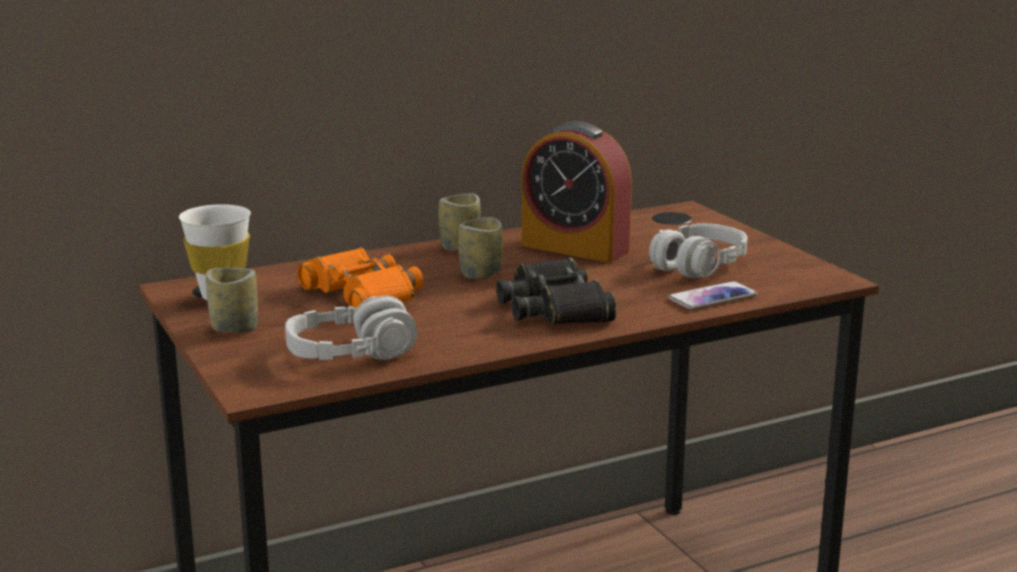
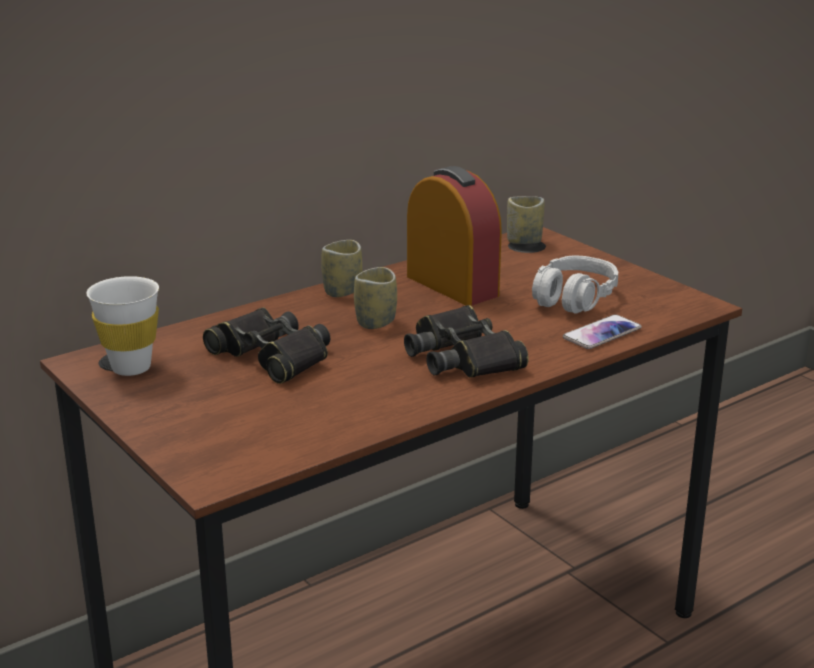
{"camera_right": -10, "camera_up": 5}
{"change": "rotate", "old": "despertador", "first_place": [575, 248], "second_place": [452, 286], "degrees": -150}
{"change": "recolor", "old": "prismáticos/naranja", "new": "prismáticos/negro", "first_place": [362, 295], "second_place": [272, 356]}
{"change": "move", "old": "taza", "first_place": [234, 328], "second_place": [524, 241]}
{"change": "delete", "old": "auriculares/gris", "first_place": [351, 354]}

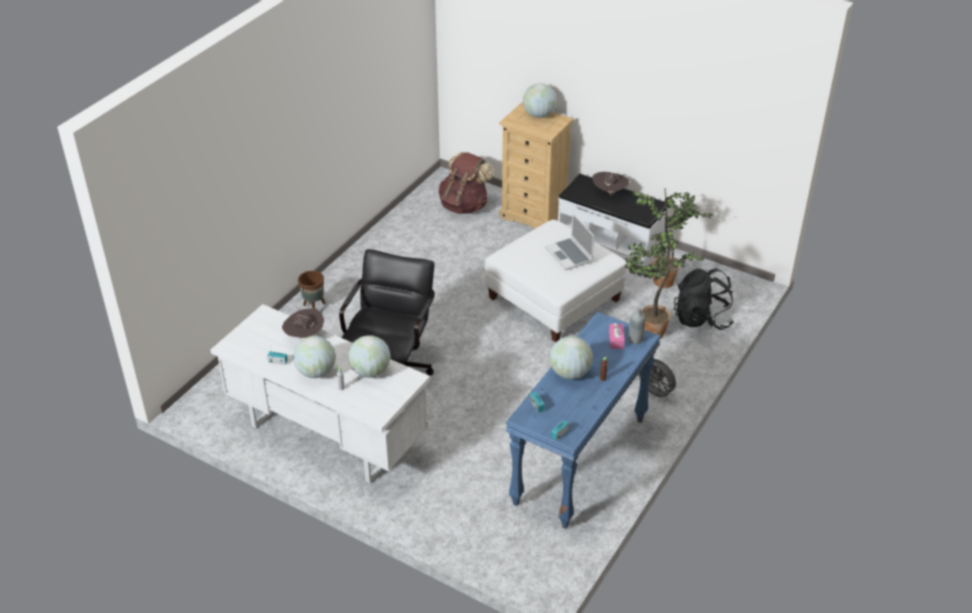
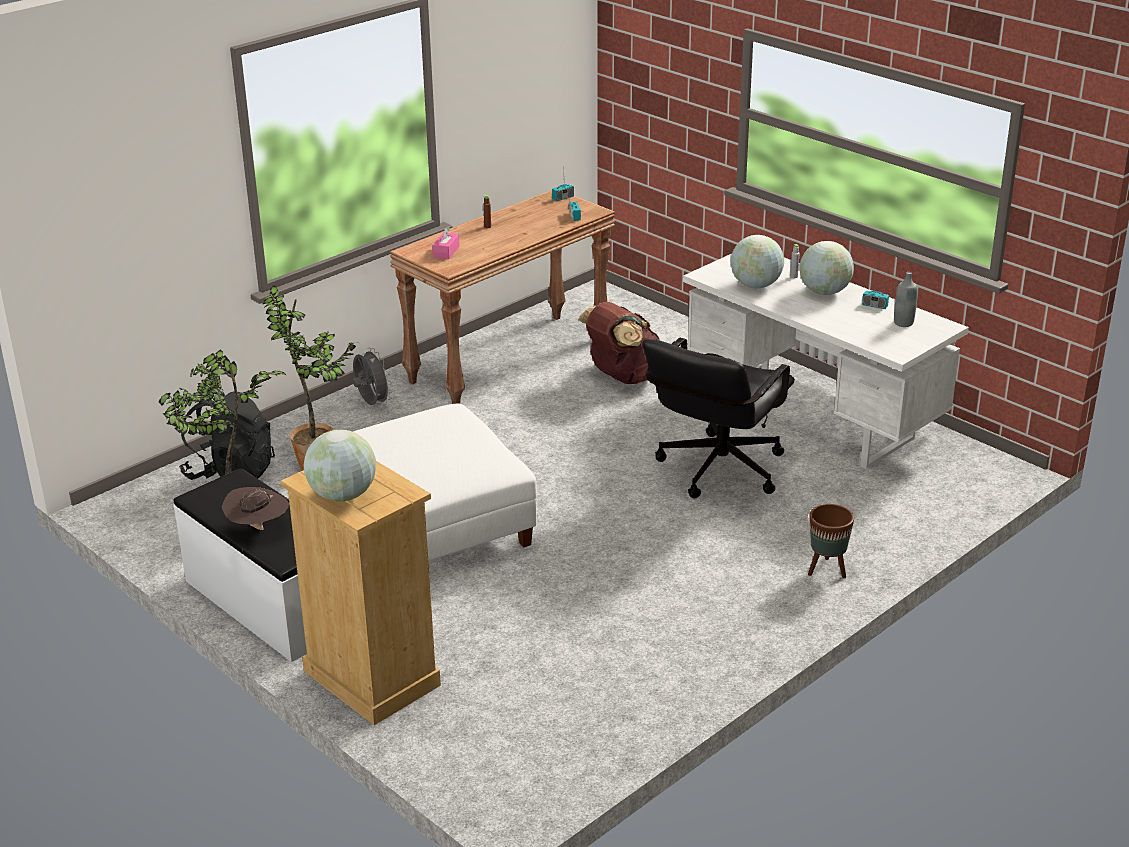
{"camera_right": -165, "camera_up": -10}
{"change": "move", "old": "mochila/marrón", "first_place": [465, 205], "second_place": [622, 377]}
{"change": "delete", "old": "portátil", "first_place": [569, 255]}
{"change": "move", "old": "botella/gris", "first_place": [635, 339], "second_place": [903, 323]}
{"change": "delete", "old": "sombrero/marrón", "first_place": [304, 336]}
{"change": "recolor", "old": "mesa consola/azul", "new": "mesa consola/marrón", "first_place": [580, 462], "second_place": [508, 359]}
{"change": "delete", "old": "globo terráqueo", "first_place": [570, 373]}

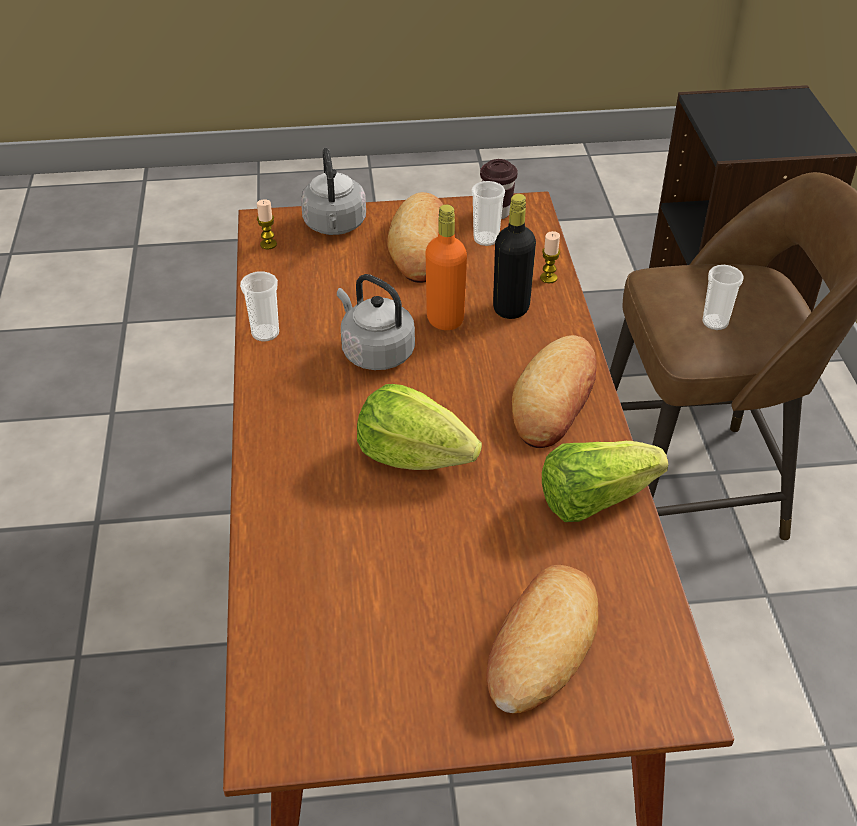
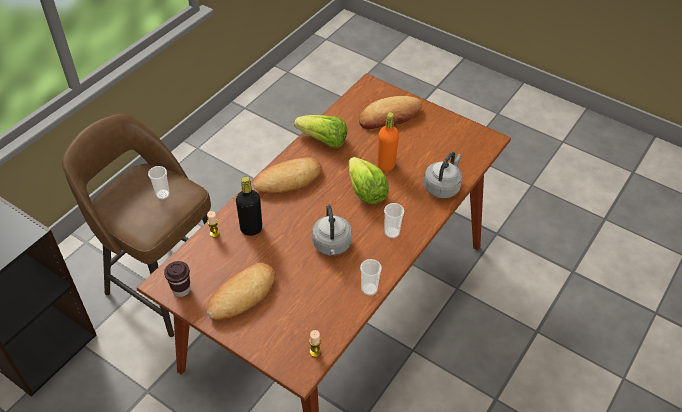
{"camera_right": -140, "camera_up": 5}
{"change": "move", "old": "hervidor/gris", "first_place": [335, 226], "second_place": [442, 187]}
{"change": "move", "old": "taza", "first_place": [486, 239], "second_place": [392, 233]}
{"change": "move", "old": "botella/naranja", "first_place": [445, 319], "second_place": [386, 164]}

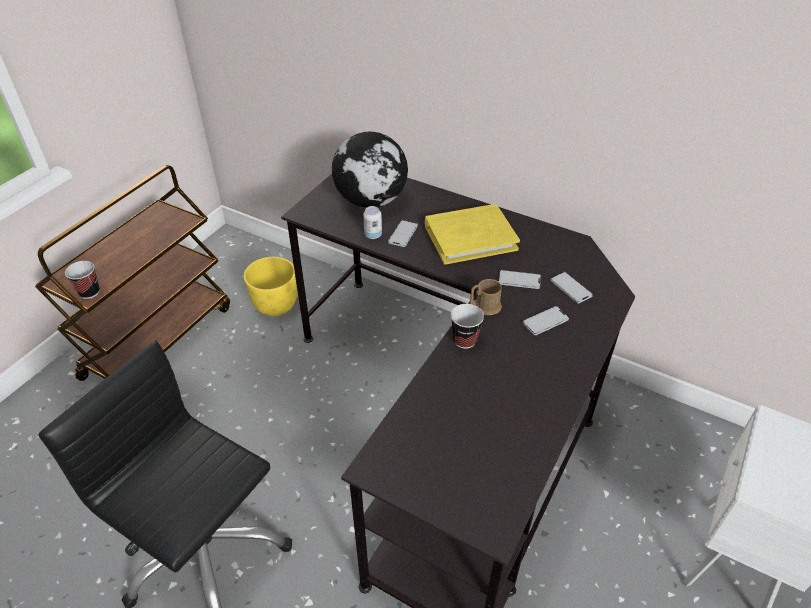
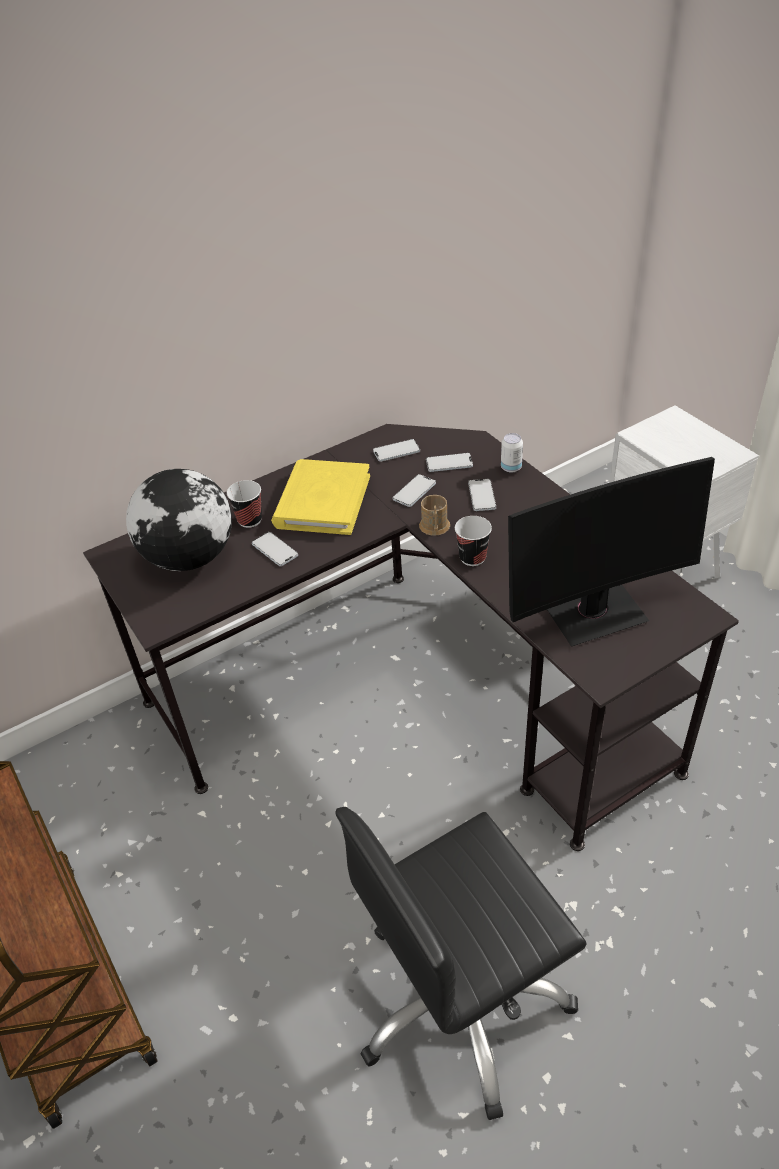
{"camera_right": -60, "camera_up": 0}
{"change": "move", "old": "lata", "first_place": [373, 235], "second_place": [511, 468]}
{"change": "delete", "old": "maceta/amarillo", "first_place": [276, 305]}
{"change": "move", "old": "taza", "first_place": [89, 292], "second_place": [249, 520]}
{"change": "insert", "new": "móvil", "second_place": [396, 451]}
{"change": "insert", "new": "monitor", "second_place": [593, 612]}

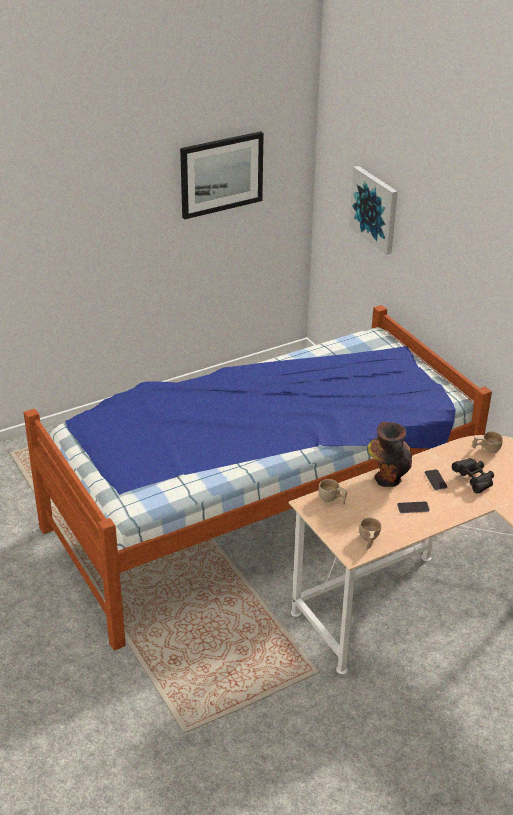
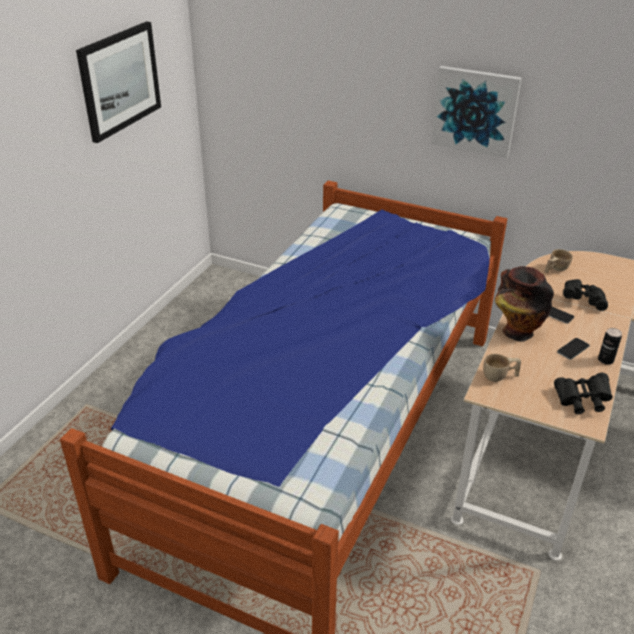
{"camera_right": -35, "camera_up": 0}
{"change": "move", "old": "cuadro", "first_place": [375, 209], "second_place": [475, 111]}
{"change": "replace", "old": "taza/beis", "new": "prismáticos/negro", "first_place": [368, 540], "second_place": [581, 401]}
{"change": "insert", "new": "lata", "second_place": [605, 360]}

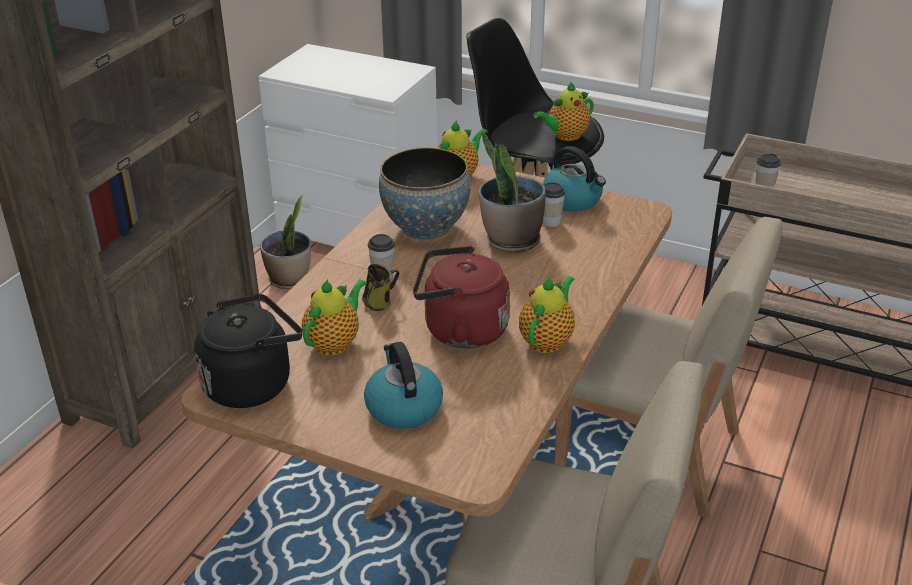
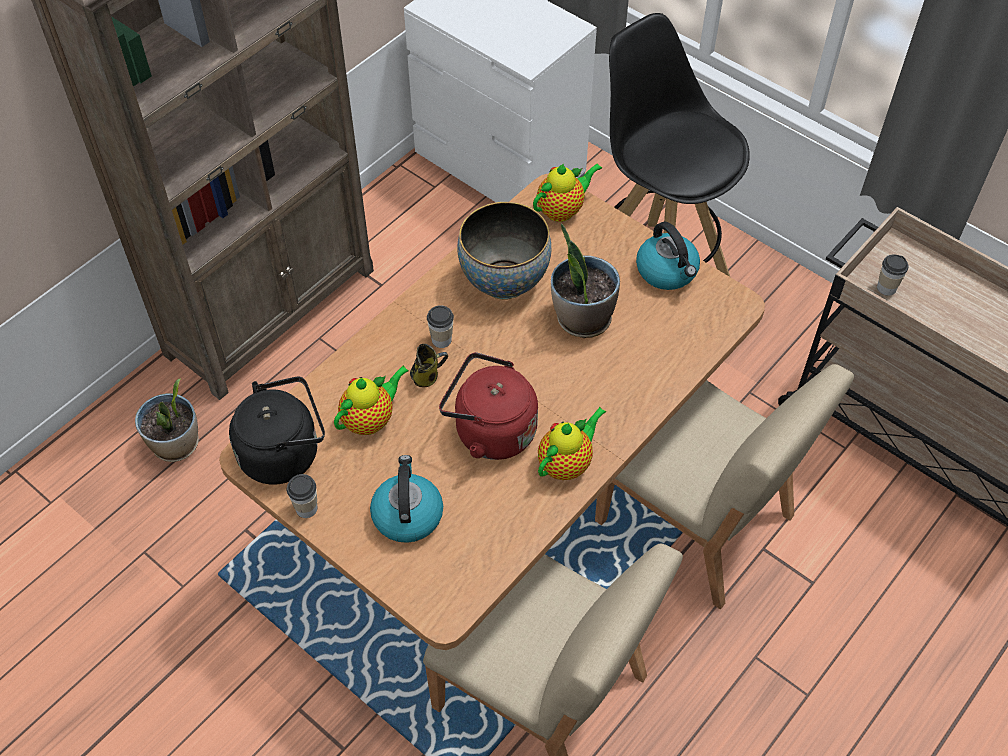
{"camera_right": 15, "camera_up": 20}
{"change": "delete", "old": "tetera", "first_place": [565, 136]}
{"change": "move", "old": "taza", "first_place": [551, 222], "second_place": [306, 508]}
{"change": "move", "old": "planta en maceta", "first_place": [289, 280], "second_place": [176, 445]}

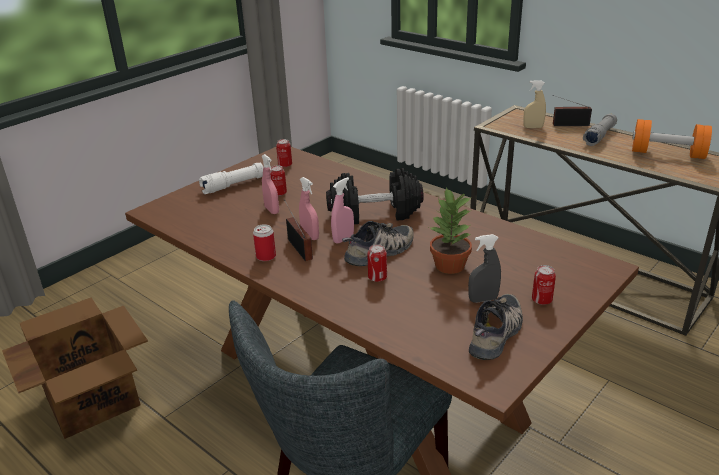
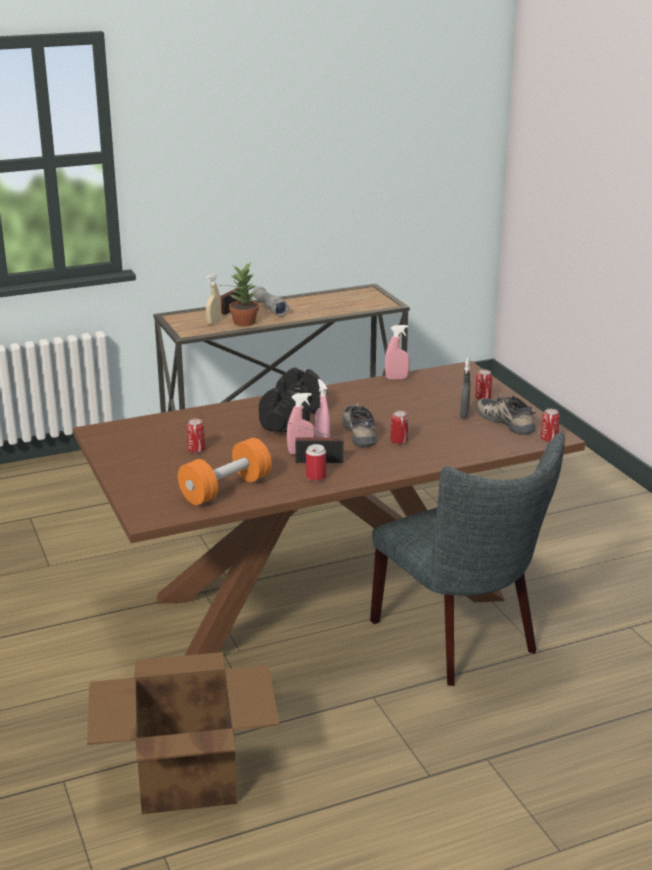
{"camera_right": -65, "camera_up": -5}
{"change": "move", "old": "mancuerna/naranja", "first_place": [667, 154], "second_place": [226, 489]}
{"change": "move", "old": "lata", "first_place": [285, 165], "second_place": [549, 439]}
{"change": "move", "old": "pulverizador/rosa", "first_place": [272, 210], "second_place": [396, 378]}
{"change": "delete", "old": "linterna/blanco", "first_place": [233, 185]}
{"change": "move", "old": "planta en maceta", "first_place": [449, 266], "second_place": [245, 322]}

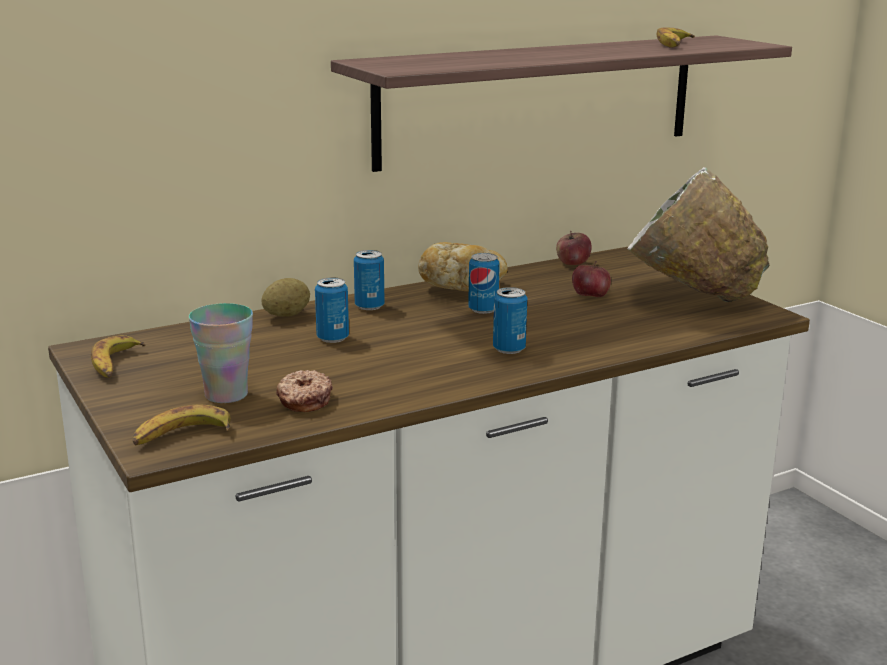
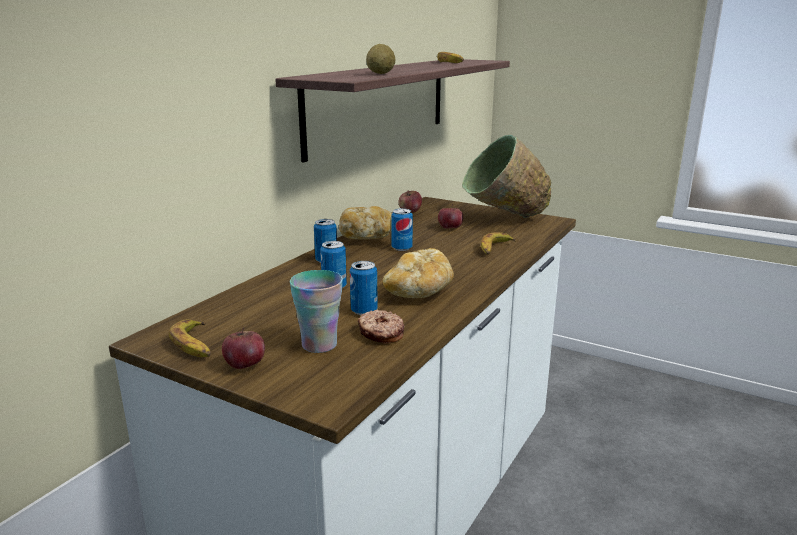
{"camera_right": -30, "camera_up": 0}
{"change": "recolor", "old": "cuenco/blanco", "new": "cuenco/verde", "first_place": [687, 300], "second_place": [503, 220]}
{"change": "move", "old": "patata", "first_place": [286, 315], "second_place": [380, 74]}
{"change": "move", "old": "lata", "first_place": [509, 349], "second_place": [364, 311]}
{"change": "move", "old": "plátano", "first_place": [182, 436], "second_place": [494, 249]}
{"change": "insert", "new": "pan", "second_place": [418, 293]}
{"change": "insert", "new": "manzana", "second_place": [245, 365]}

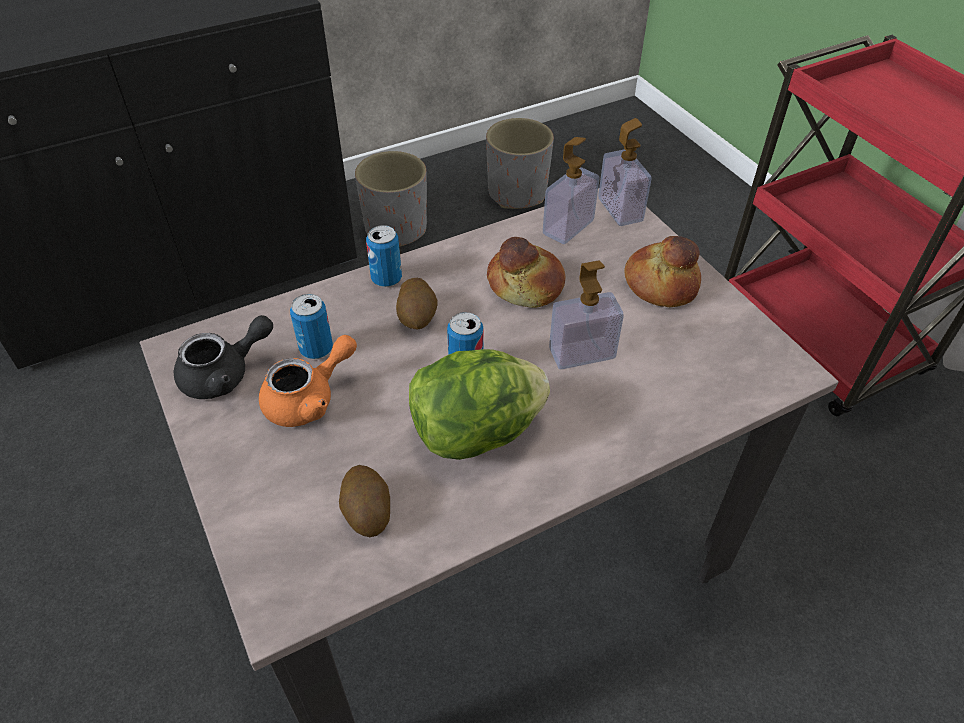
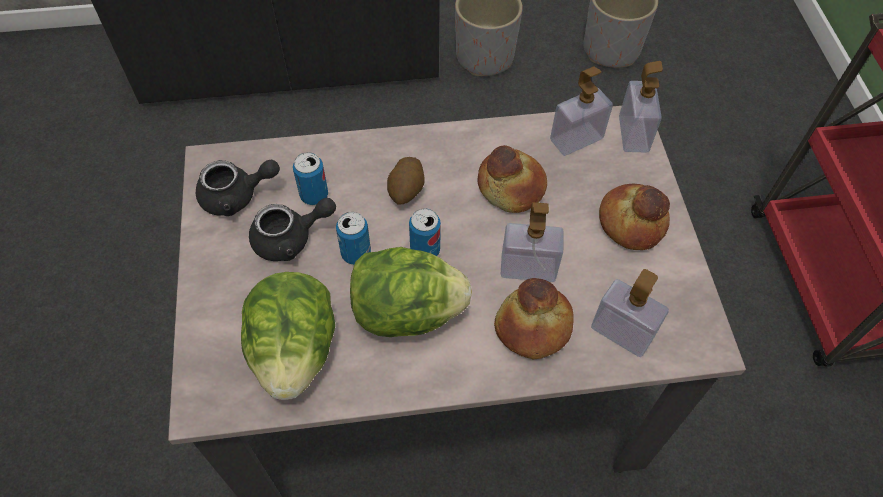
{"camera_right": 20, "camera_up": 10}
{"change": "move", "old": "lata", "first_place": [386, 279], "second_place": [356, 253]}
{"change": "recolor", "old": "tetera/naranja", "new": "tetera/negro", "first_place": [309, 399], "second_place": [291, 239]}
{"change": "replace", "old": "patata", "new": "lechuga", "first_place": [367, 511], "second_place": [295, 351]}
{"change": "insert", "new": "dispensador de jabón", "second_place": [622, 332]}
{"change": "insert", "new": "pan", "second_place": [534, 327]}

